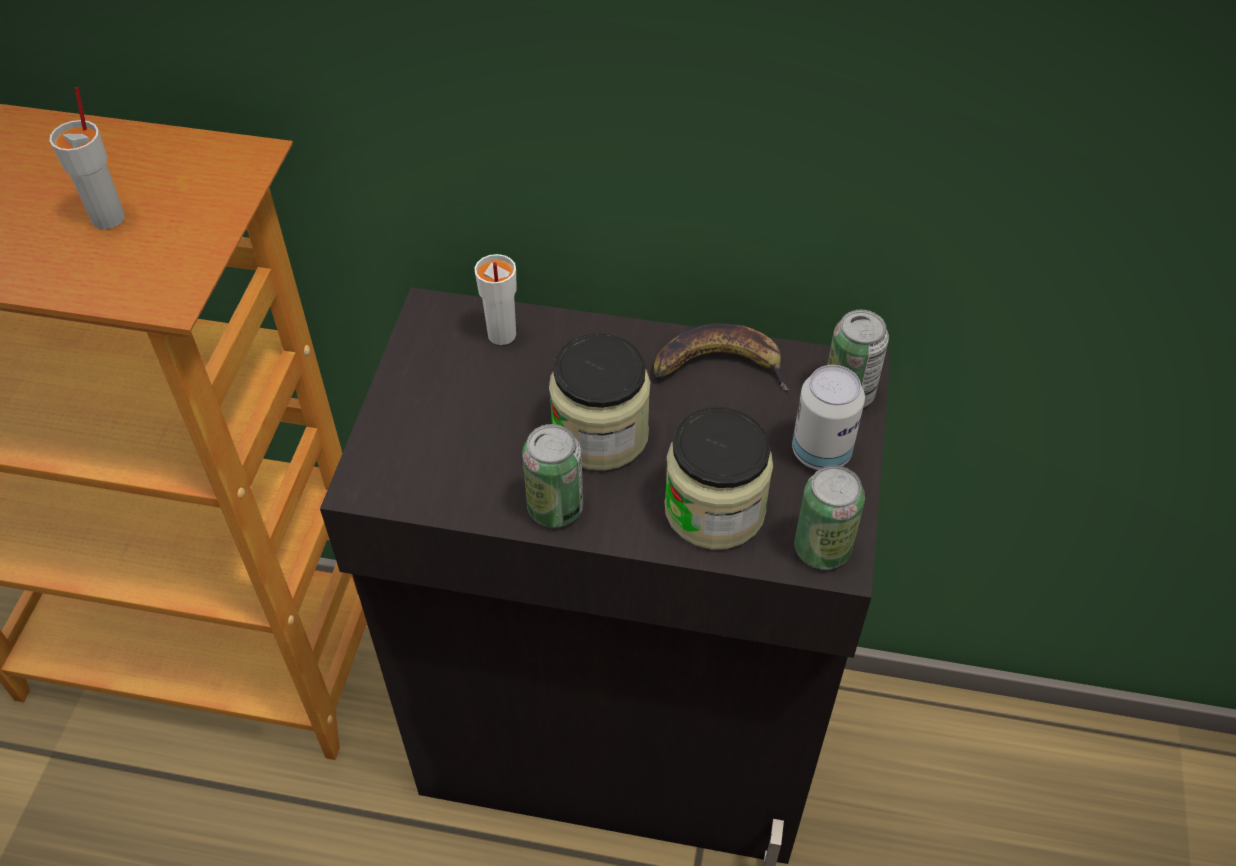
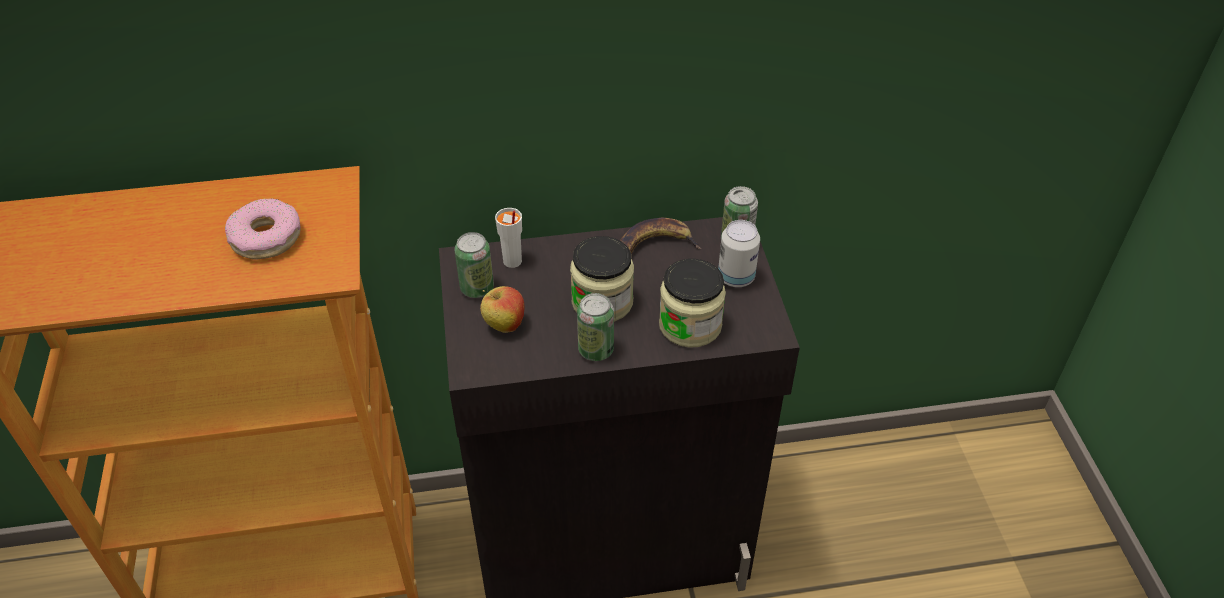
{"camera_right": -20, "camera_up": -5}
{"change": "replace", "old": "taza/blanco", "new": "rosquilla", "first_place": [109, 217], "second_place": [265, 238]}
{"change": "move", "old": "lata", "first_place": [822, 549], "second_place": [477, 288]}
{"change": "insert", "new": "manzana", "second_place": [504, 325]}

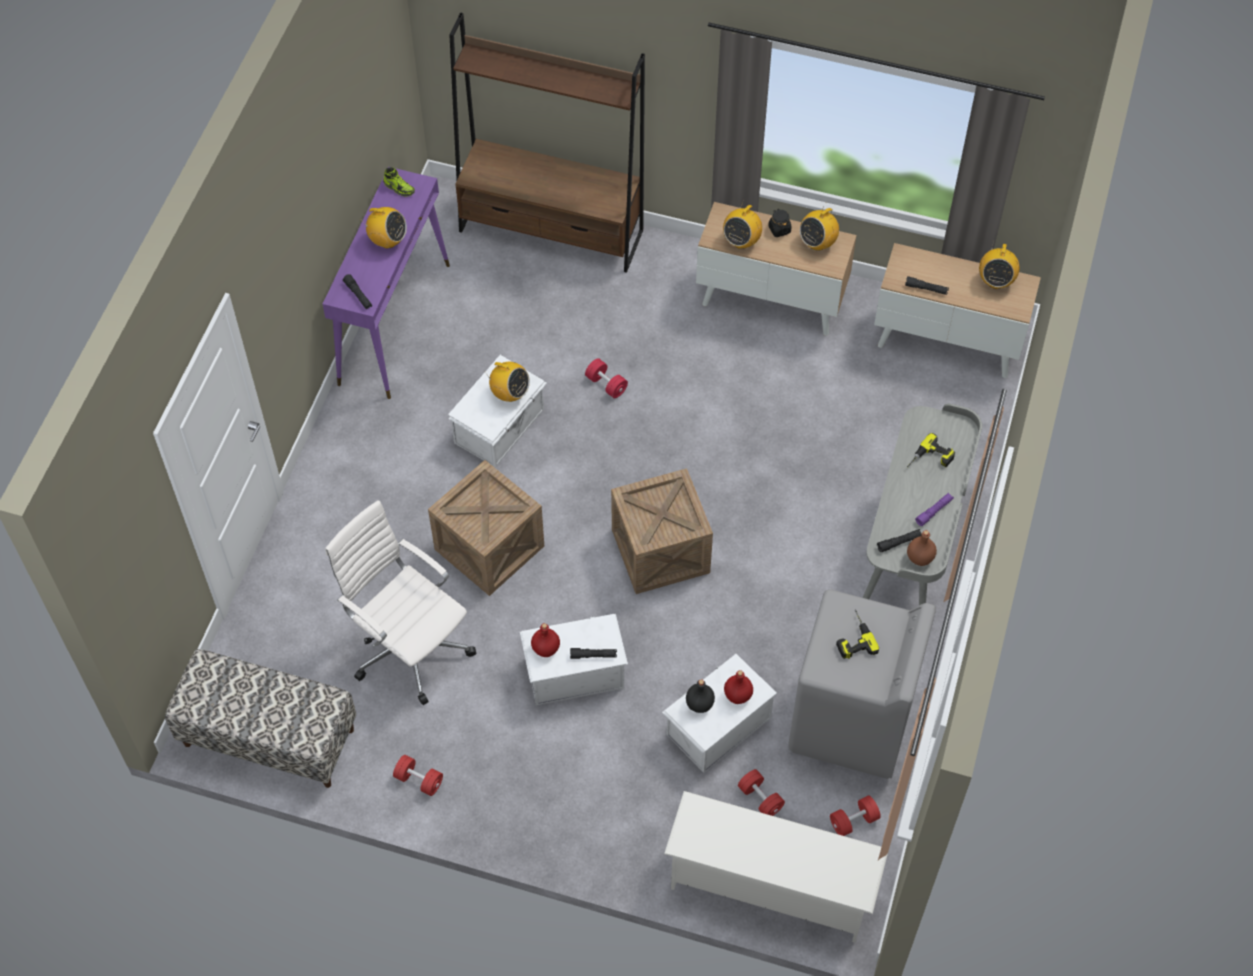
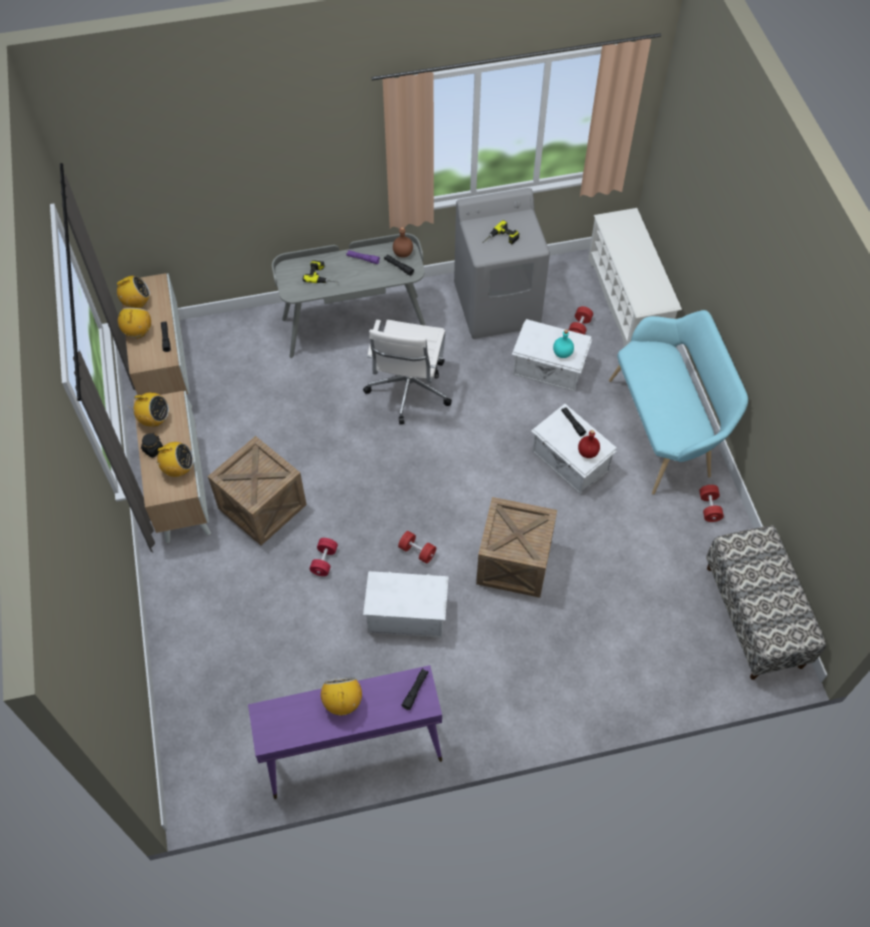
{"camera_right": -120, "camera_up": 0}
{"change": "delete", "old": "estantería/marrón", "first_place": [551, 231]}
{"change": "delete", "old": "zapato", "first_place": [399, 188]}
{"change": "move", "old": "radio", "first_place": [509, 393], "second_place": [138, 332]}
{"change": "move", "old": "caja de embalaje", "first_place": [660, 551], "second_place": [262, 506]}
{"change": "move", "old": "silla de oficina/blanco", "first_place": [409, 646], "second_place": [408, 390]}
{"change": "delete", "old": "botella/rojo", "first_place": [737, 695]}
{"change": "recolor", "old": "botella/negro", "new": "botella/turquesa", "first_place": [699, 704], "second_place": [563, 353]}
{"change": "move", "old": "mancuerna/rojo", "first_place": [854, 821], "second_place": [417, 551]}
{"change": "insert", "new": "banco/turquesa", "second_place": [665, 428]}

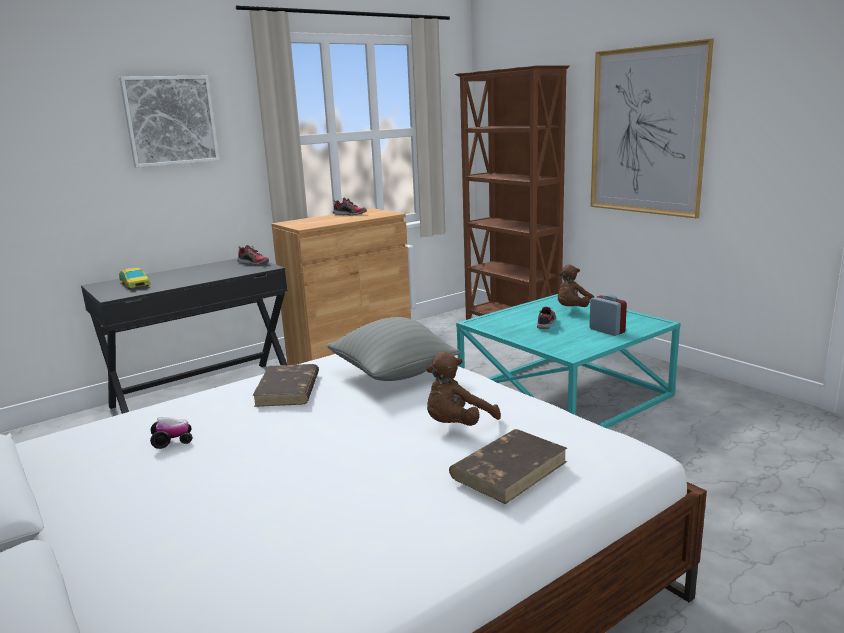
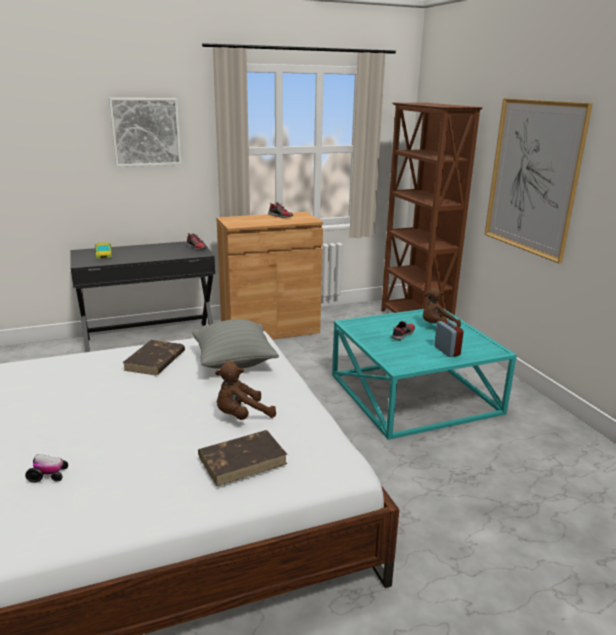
{"camera_right": 15, "camera_up": 5}
{"change": "move", "old": "coche de juguete", "first_place": [172, 441], "second_place": [48, 475]}

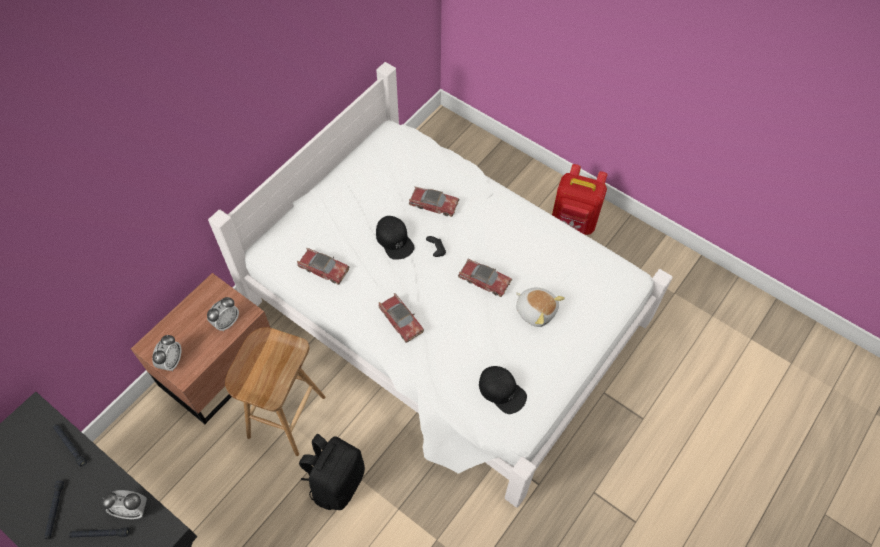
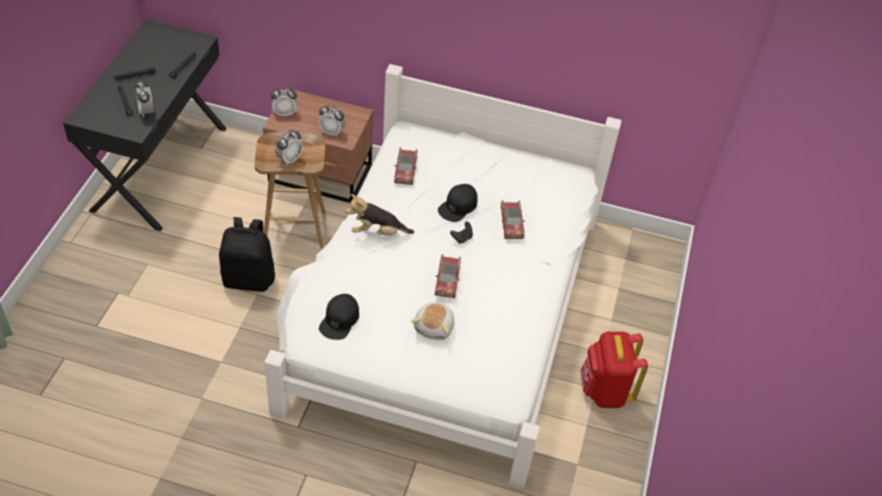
{"camera_right": 65, "camera_up": -10}
{"change": "replace", "old": "coche de juguete", "new": "peluche", "first_place": [401, 321], "second_place": [377, 232]}
{"change": "insert", "new": "despertador", "second_place": [289, 159]}

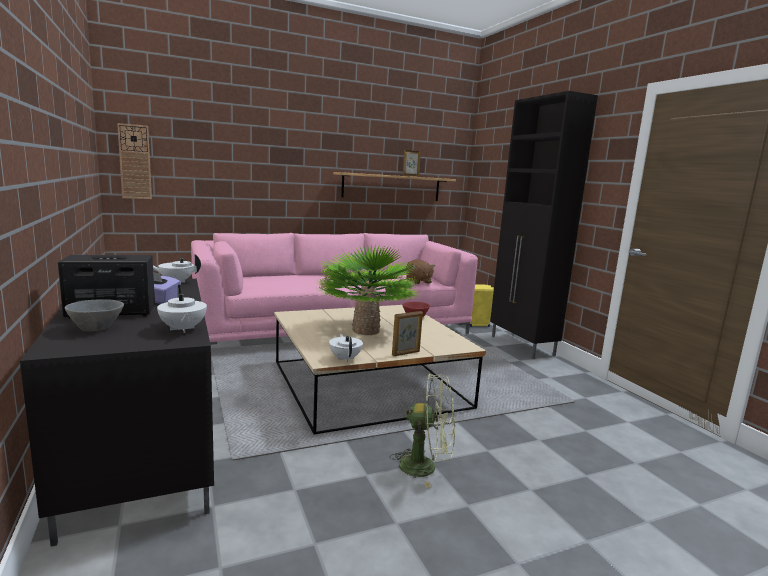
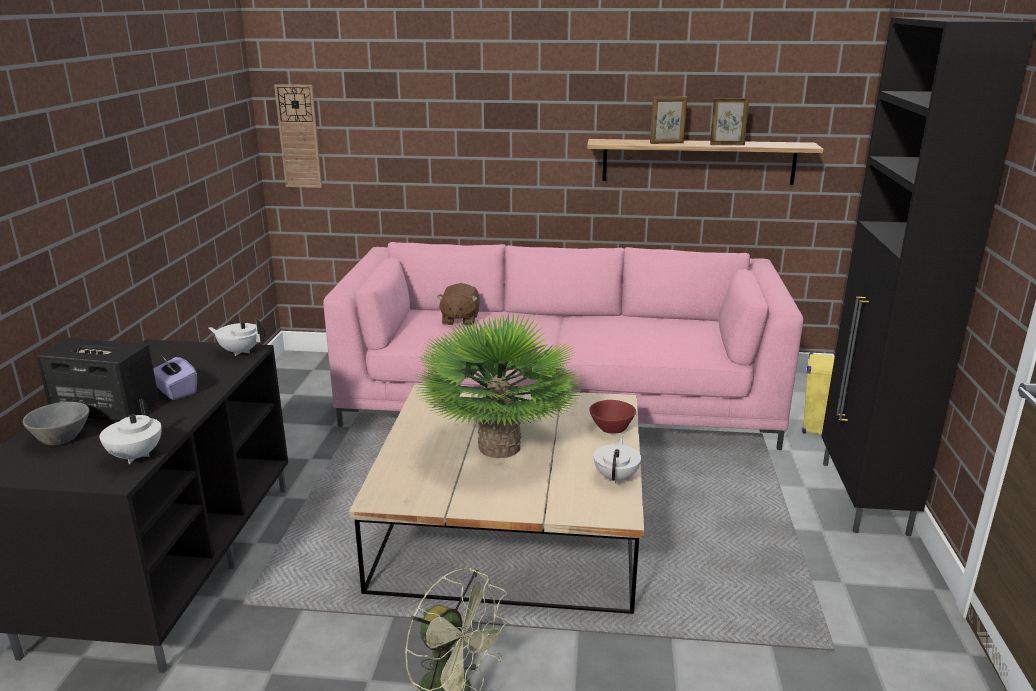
{"camera_right": 30, "camera_up": 10}
{"change": "move", "old": "peluche/marrón", "first_place": [418, 281], "second_place": [459, 320]}
{"change": "move", "old": "portarretratos", "first_place": [406, 353], "second_place": [667, 143]}
{"change": "move", "old": "tetera/blanco", "first_place": [345, 358], "second_place": [616, 477]}

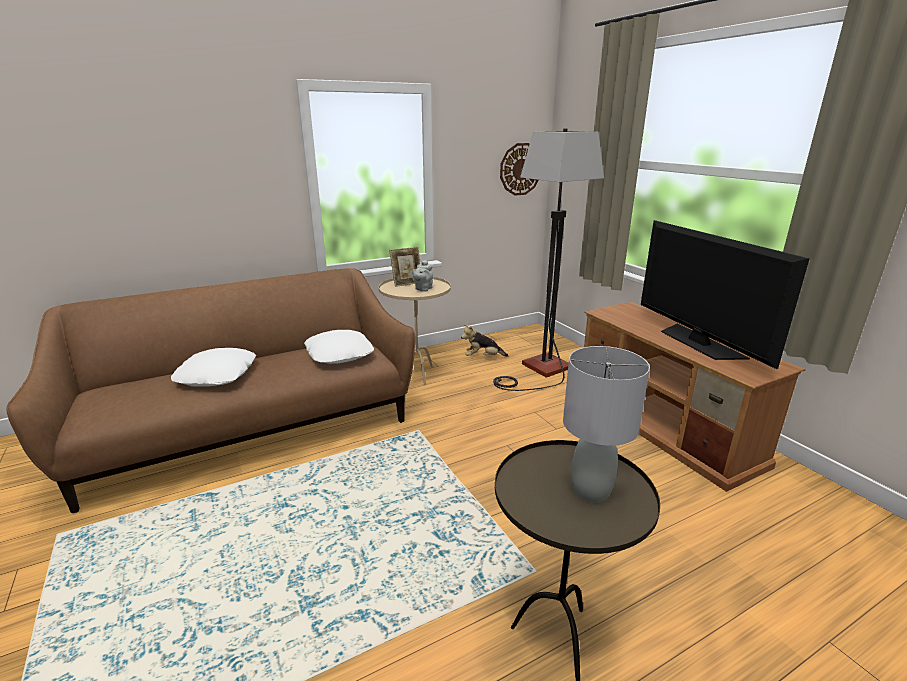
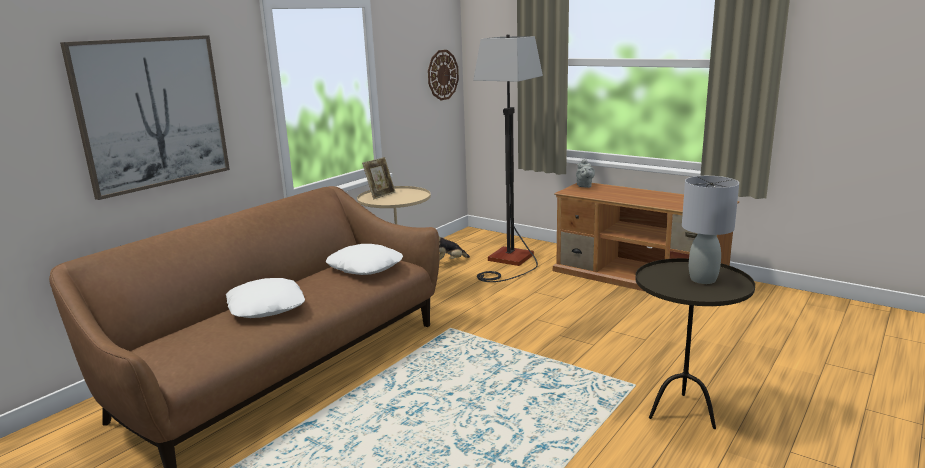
{"camera_right": -25, "camera_up": -5}
{"change": "delete", "old": "televisor", "first_place": [698, 343]}
{"change": "move", "old": "tetera/gris", "first_place": [423, 289], "second_place": [584, 186]}
{"change": "insert", "new": "cuadro", "second_place": [152, 113]}

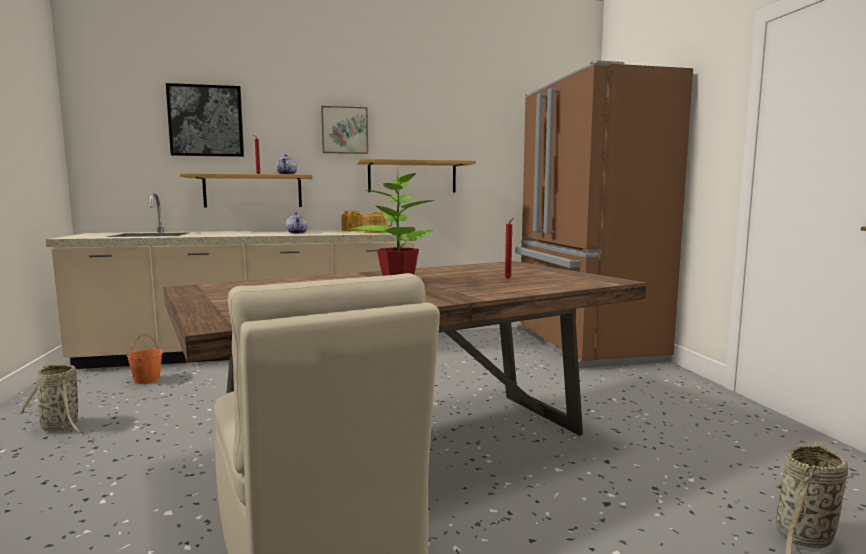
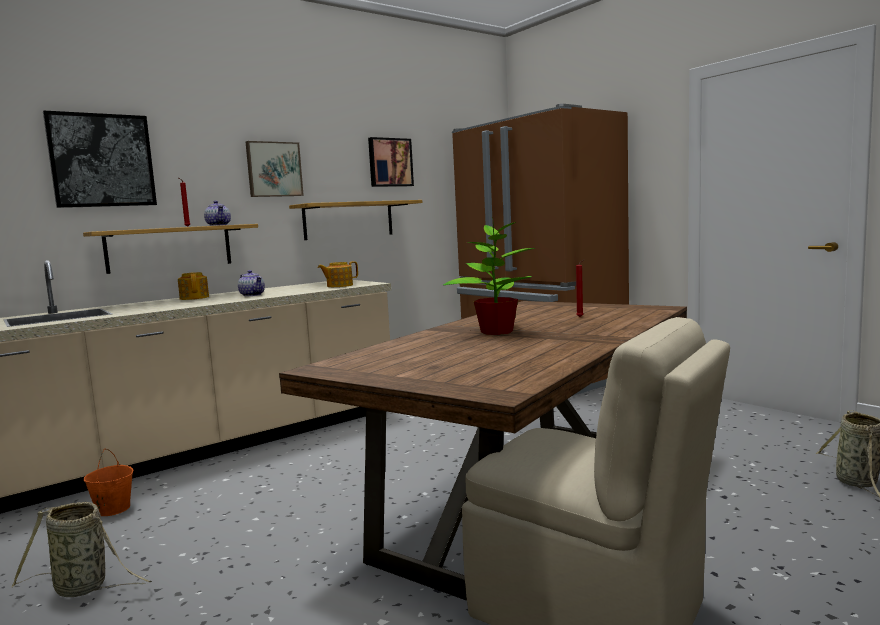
{"camera_right": -25, "camera_up": 0}
{"change": "move", "old": "tetera", "first_place": [352, 230], "second_place": [195, 298]}
{"change": "insert", "new": "cuadro", "second_place": [390, 162]}

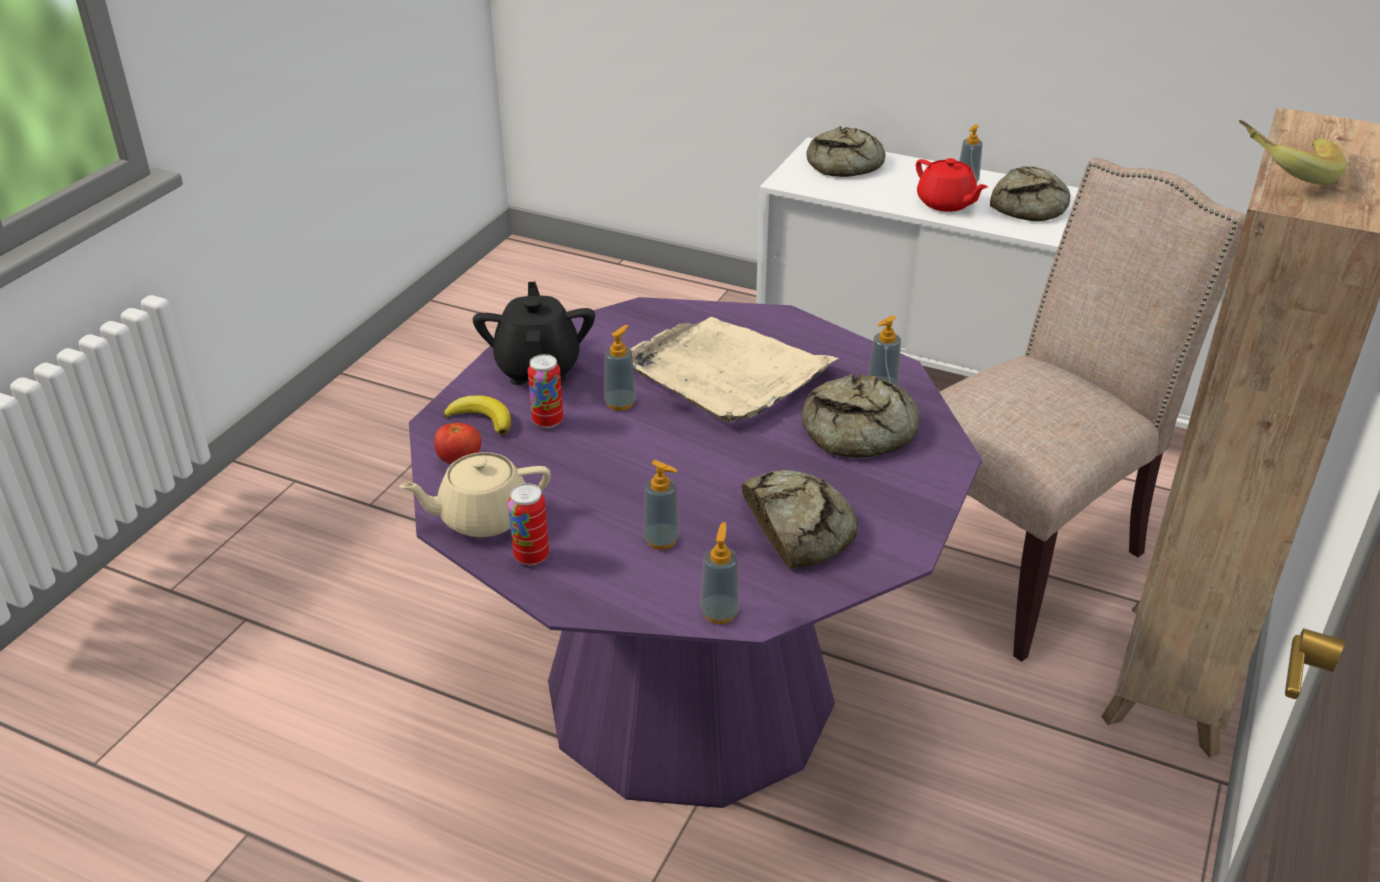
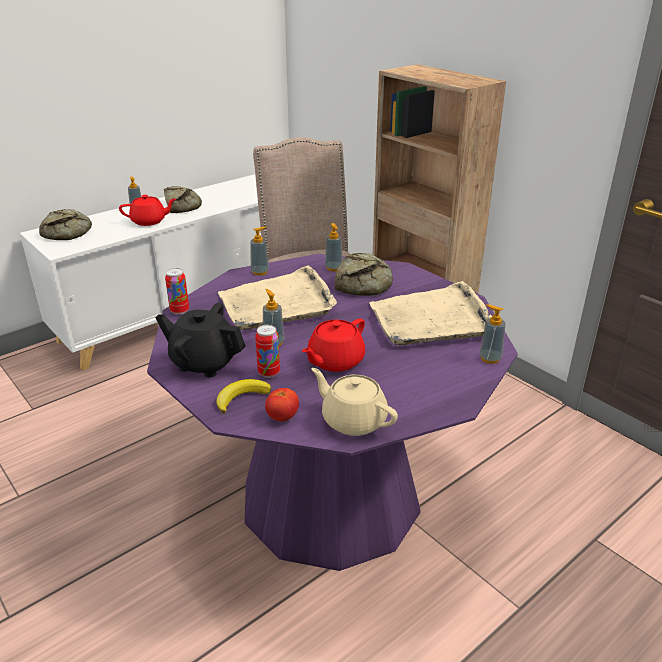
{"camera_right": -65, "camera_up": -5}
{"change": "delete", "old": "plátano", "first_place": [1282, 174]}
{"change": "rotate", "old": "tetera/beis", "first_place": [482, 517], "second_place": [353, 420], "degrees": 120}
{"change": "move", "old": "dispensador de jabón", "first_place": [661, 540], "second_place": [260, 272]}
{"change": "replace", "old": "pan", "new": "bandeja/beis", "first_place": [797, 526], "second_place": [431, 319]}
{"change": "move", "old": "lata", "first_place": [531, 556], "second_place": [179, 311]}
{"change": "insert", "new": "tetera/rojo", "second_place": [334, 361]}

